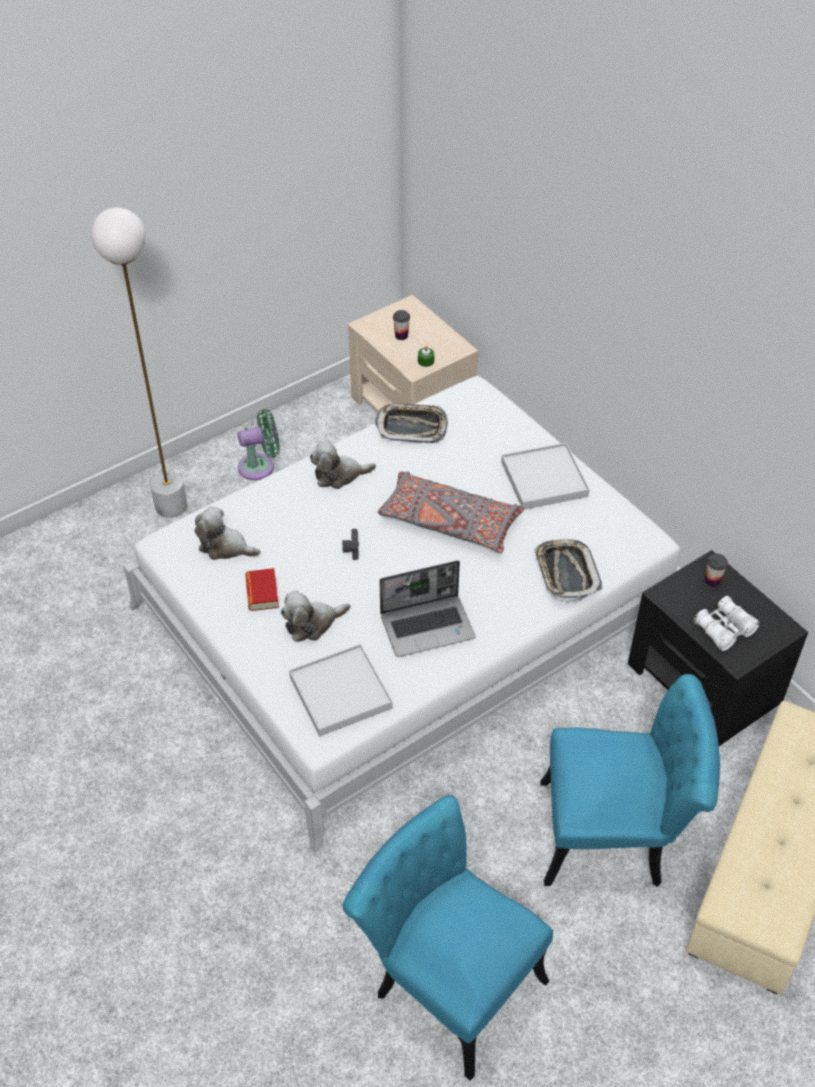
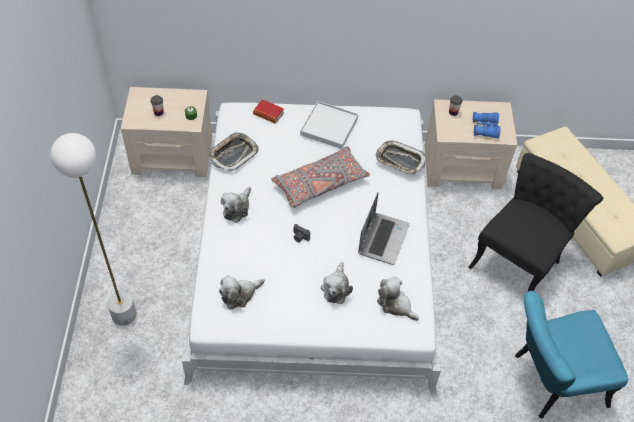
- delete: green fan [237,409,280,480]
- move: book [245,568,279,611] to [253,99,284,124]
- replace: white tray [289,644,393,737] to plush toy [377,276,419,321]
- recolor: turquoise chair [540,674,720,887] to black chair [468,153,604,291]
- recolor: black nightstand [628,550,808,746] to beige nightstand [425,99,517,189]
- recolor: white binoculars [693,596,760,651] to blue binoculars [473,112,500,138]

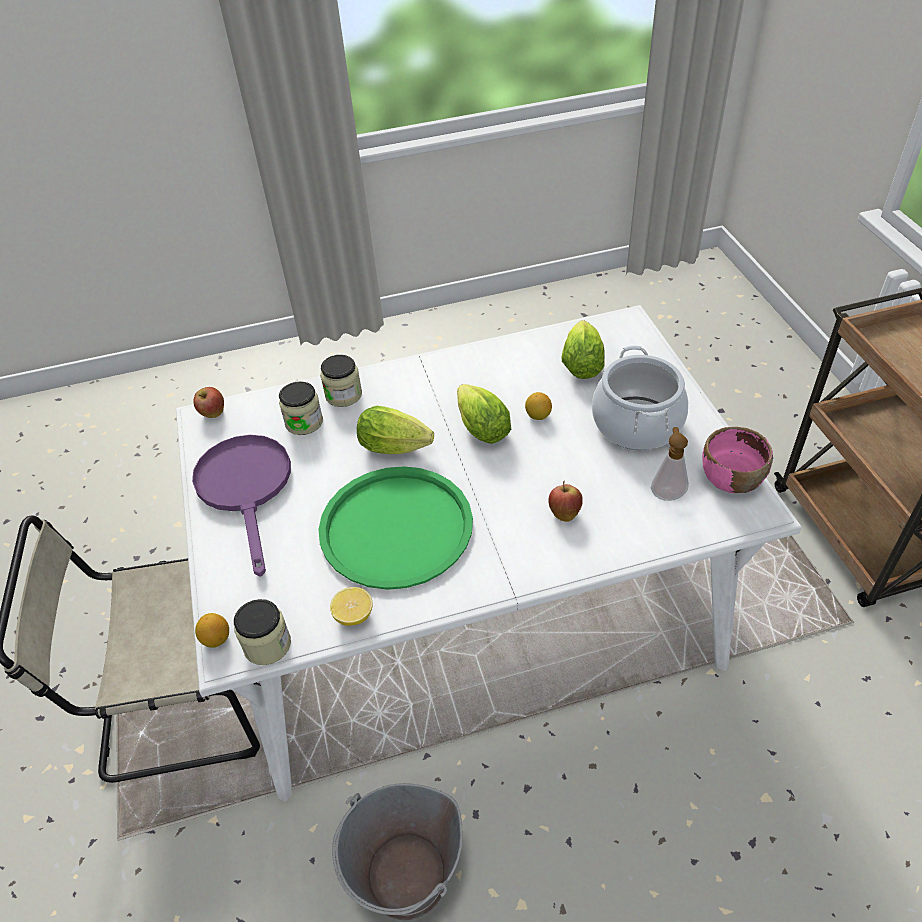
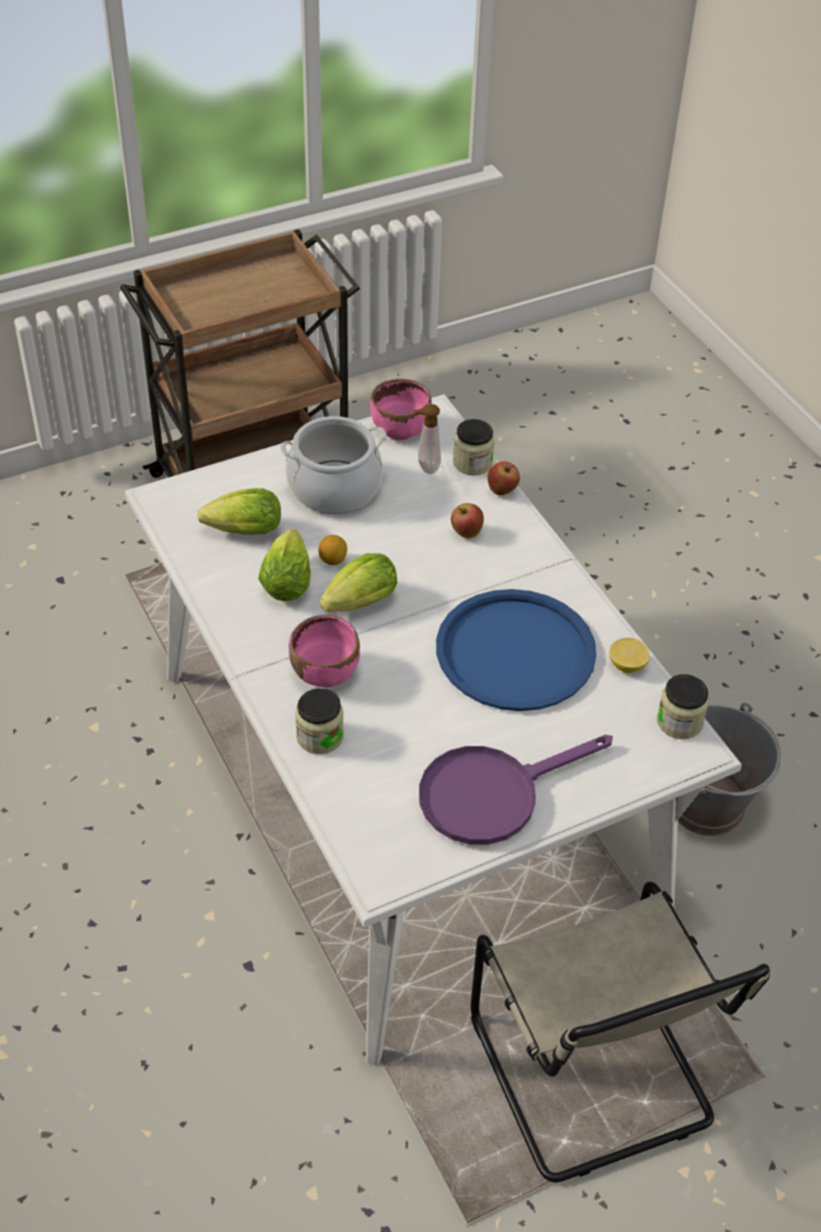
- move: apple [193,387,224,418] to [487,461,520,496]
- delete: lemon [195,613,229,648]
- move: jar [279,381,323,435] to [453,419,495,476]
- recolor: green tray [318,466,473,590] to blue tray [436,589,597,711]
- move: lettuce [357,406,434,454] to [258,529,311,601]
- insert: pink bowl [289,615,360,688]

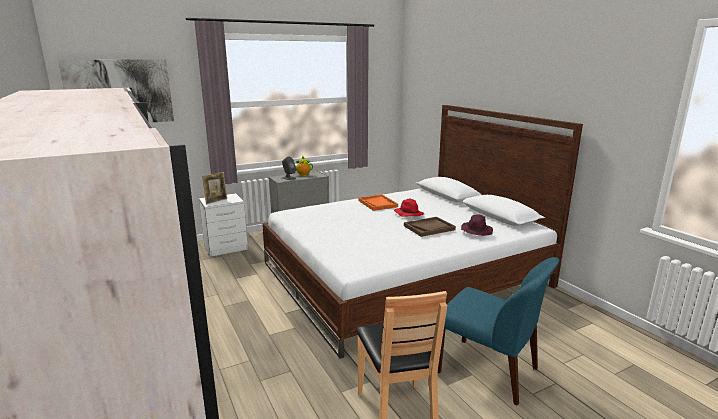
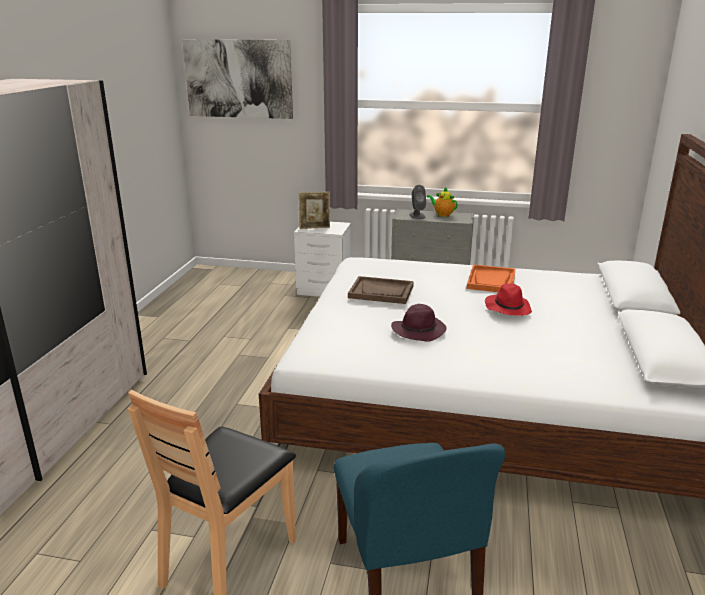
- move: brown tray [404,217,456,237] to [348,276,414,304]
- move: purple hat [461,214,493,236] to [391,304,447,342]

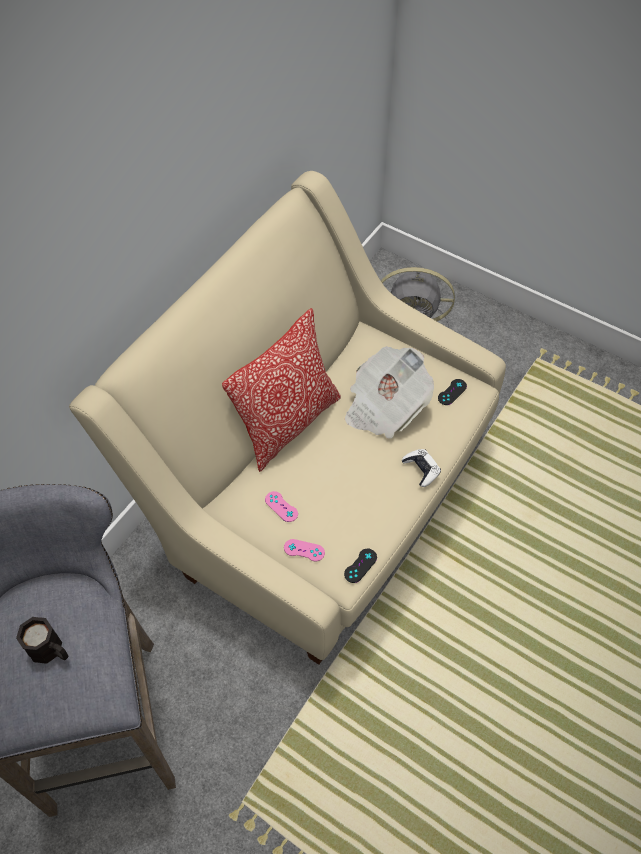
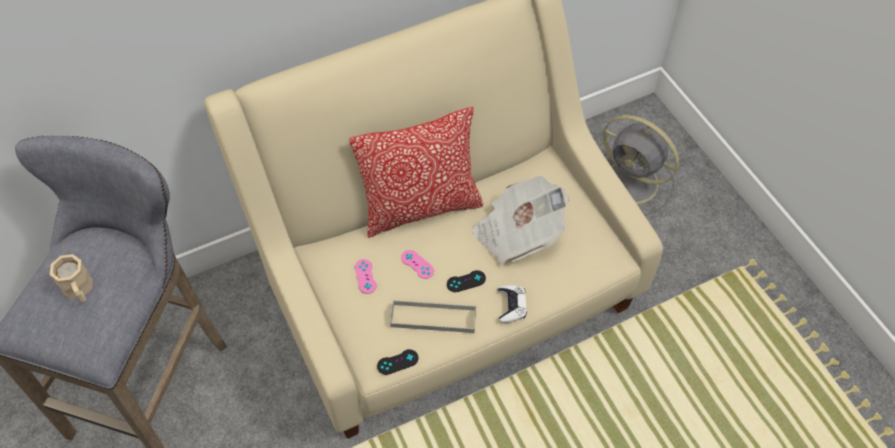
- recolor: black mug [16,617,68,664] to beige mug [50,254,93,303]
- move: pink game controller [284,539,325,561] to [401,250,434,279]
- move: black game controller [438,379,467,405] to [447,270,486,292]
- insert: grey tray [390,300,476,333]

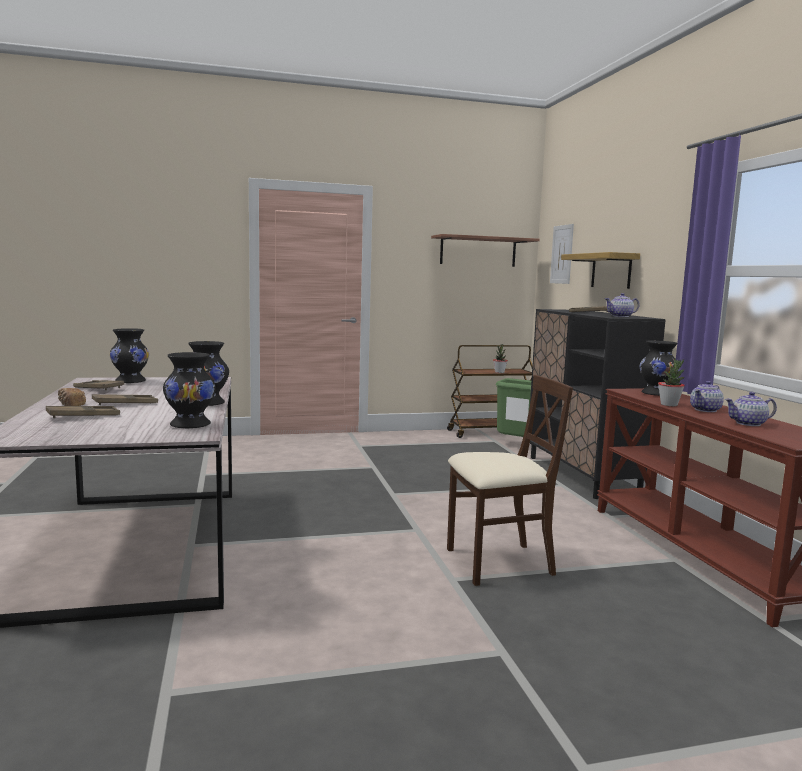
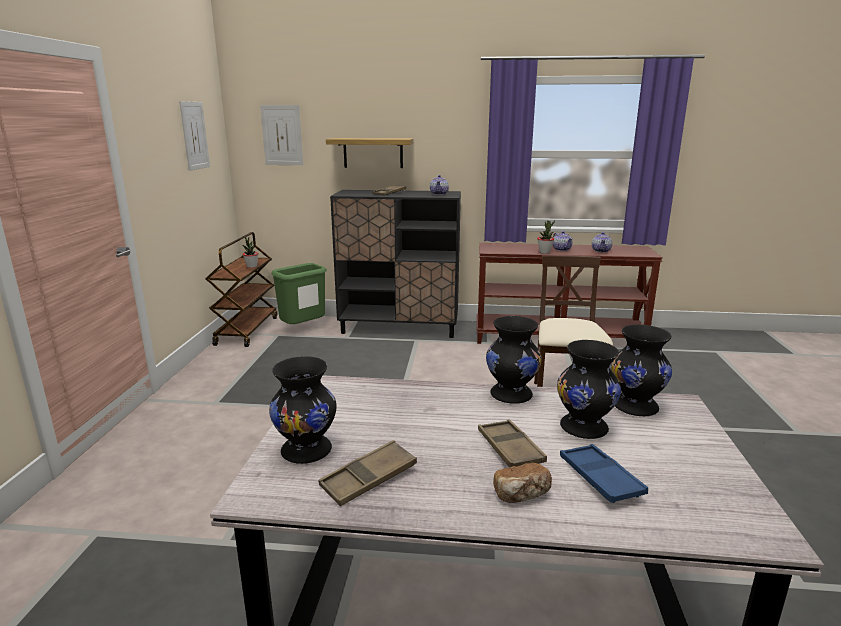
- recolor: brown tray [46,406,120,418] to blue tray [560,444,648,503]
- replace: shelf [431,234,540,267] to picture [179,101,210,171]
- move: black vase [640,340,679,396] to [557,340,621,439]

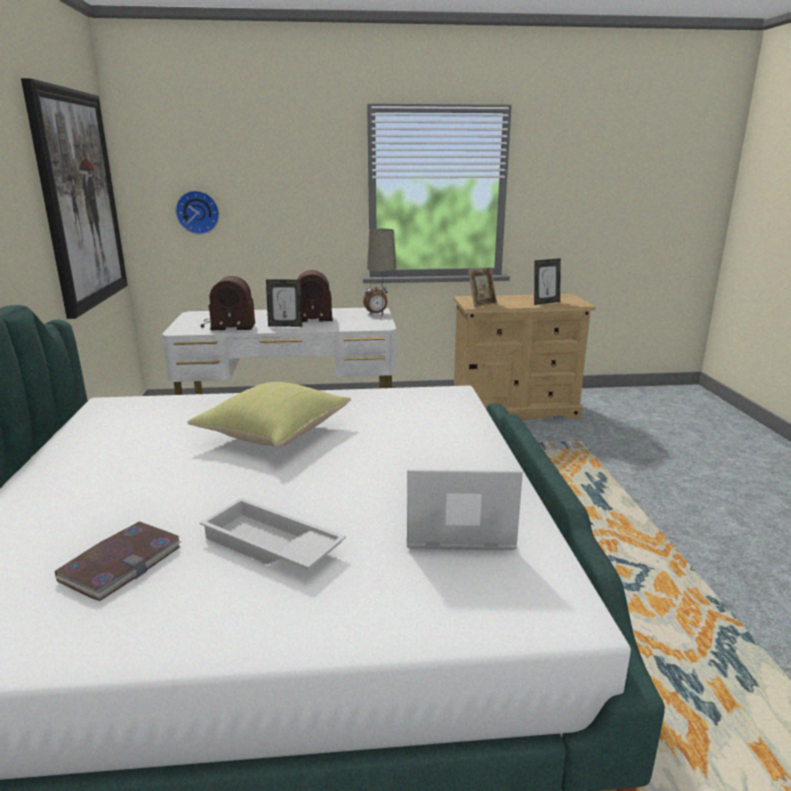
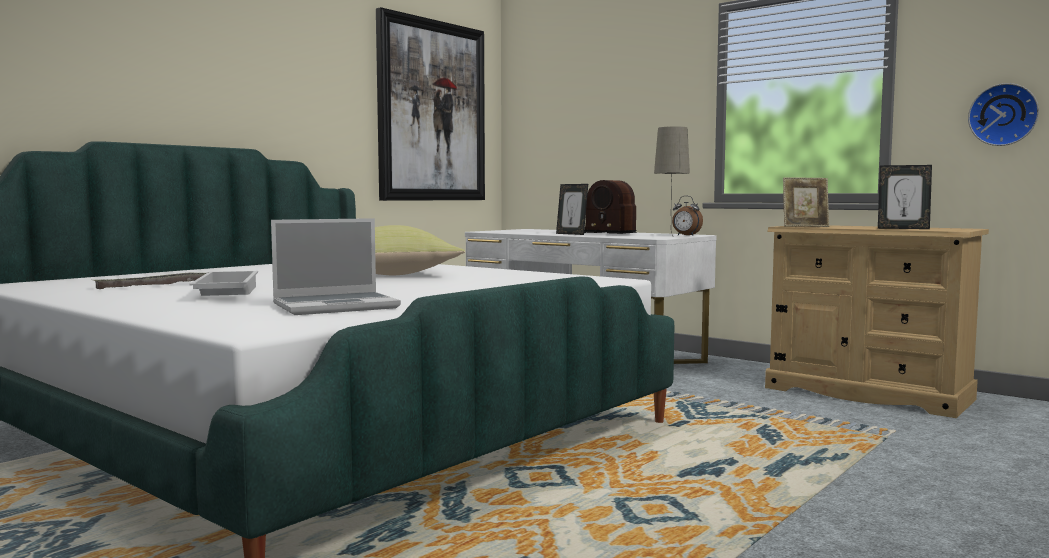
- replace: book [54,521,181,601] to tray [94,273,206,289]
- move: wall clock [176,190,219,235] to [968,83,1039,146]
- delete: radio [200,276,255,330]
- rotate: laptop [407,469,523,550] = [271,218,401,315] 105 degrees clockwise

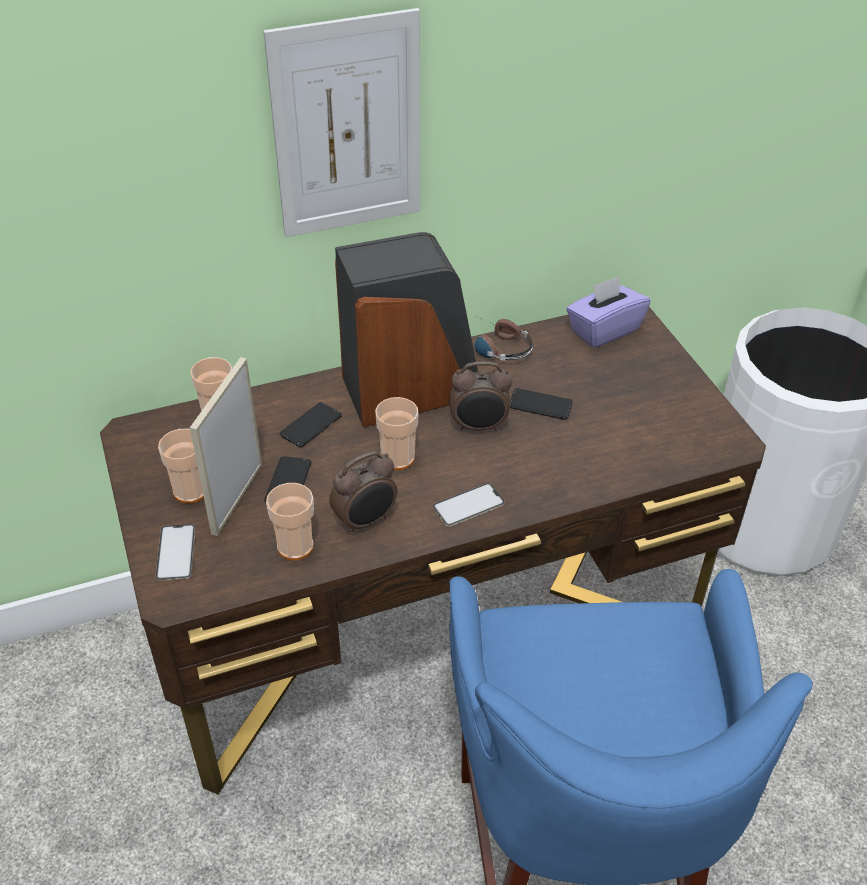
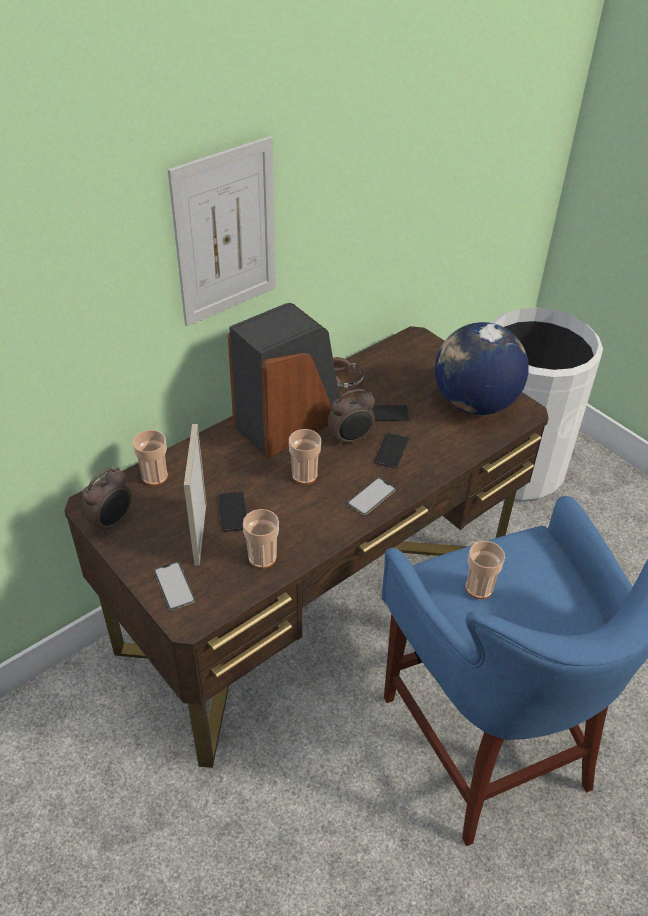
- move: cup [158,429,204,503] to [465,541,505,599]
- move: phone [280,402,342,447] to [374,433,409,468]
- move: alarm clock [329,451,397,535] to [81,467,132,535]
- delete: purple tissue box [566,276,650,348]
- insert: globe [435,322,529,415]

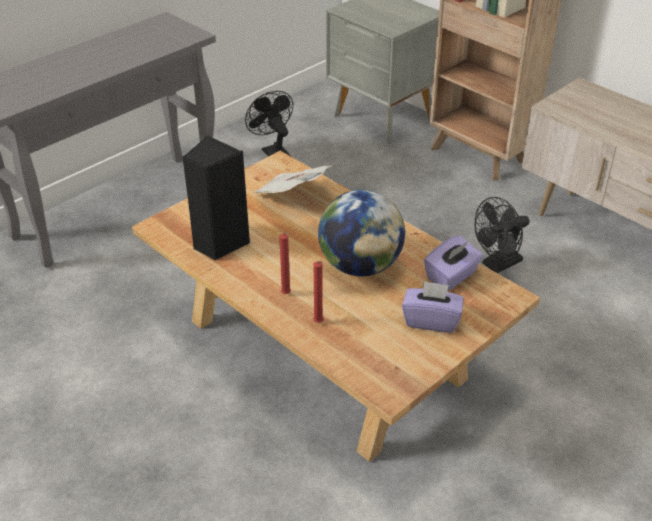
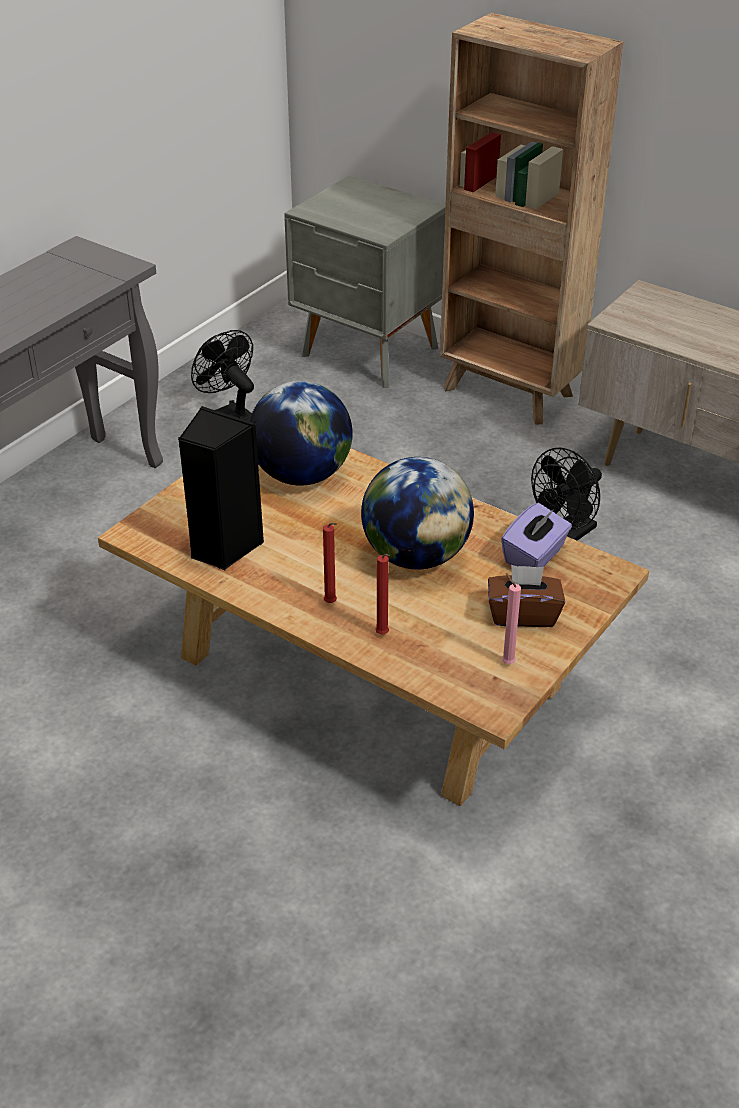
- replace: newspaper [252,166,332,193] to globe [249,381,353,486]
- recolor: purple tissue box [402,281,464,333] to brown tissue box [488,565,565,627]
- insert: pink candle [502,573,521,664]

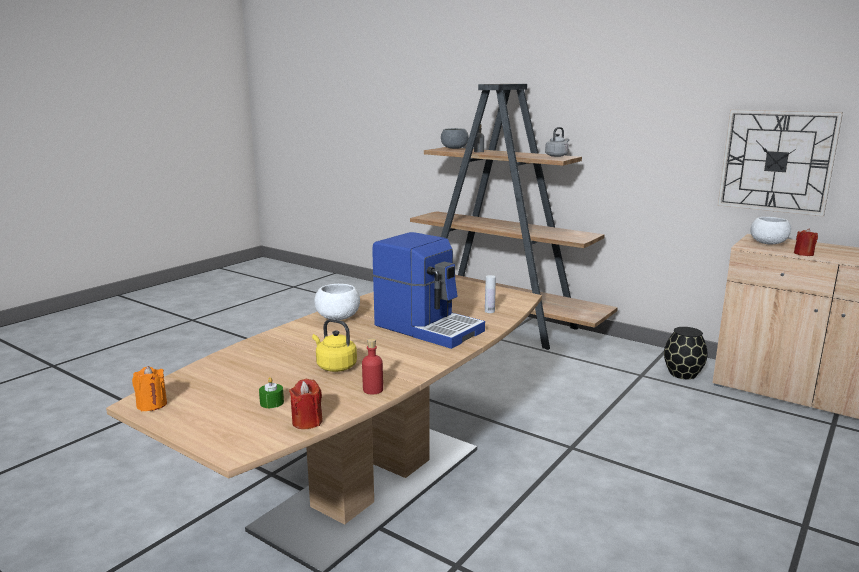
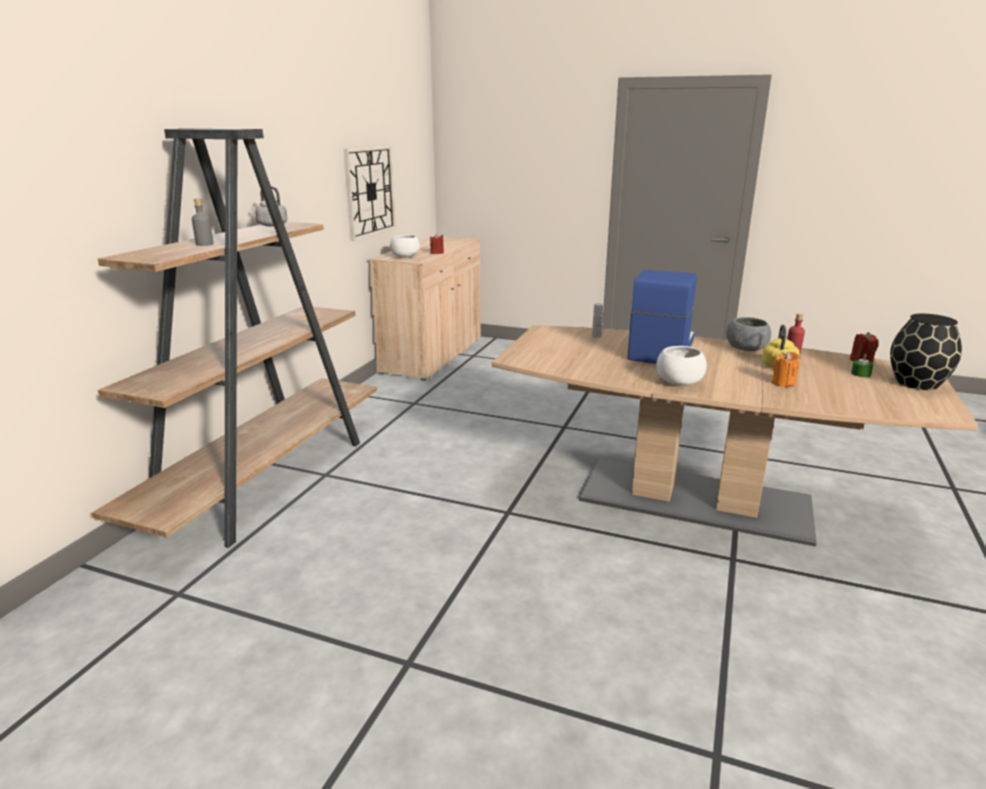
- move: orange candle [132,366,167,411] to [772,351,800,387]
- move: grey bowl [441,128,469,149] to [726,317,771,351]
- move: black vase [664,327,708,379] to [890,314,962,390]

